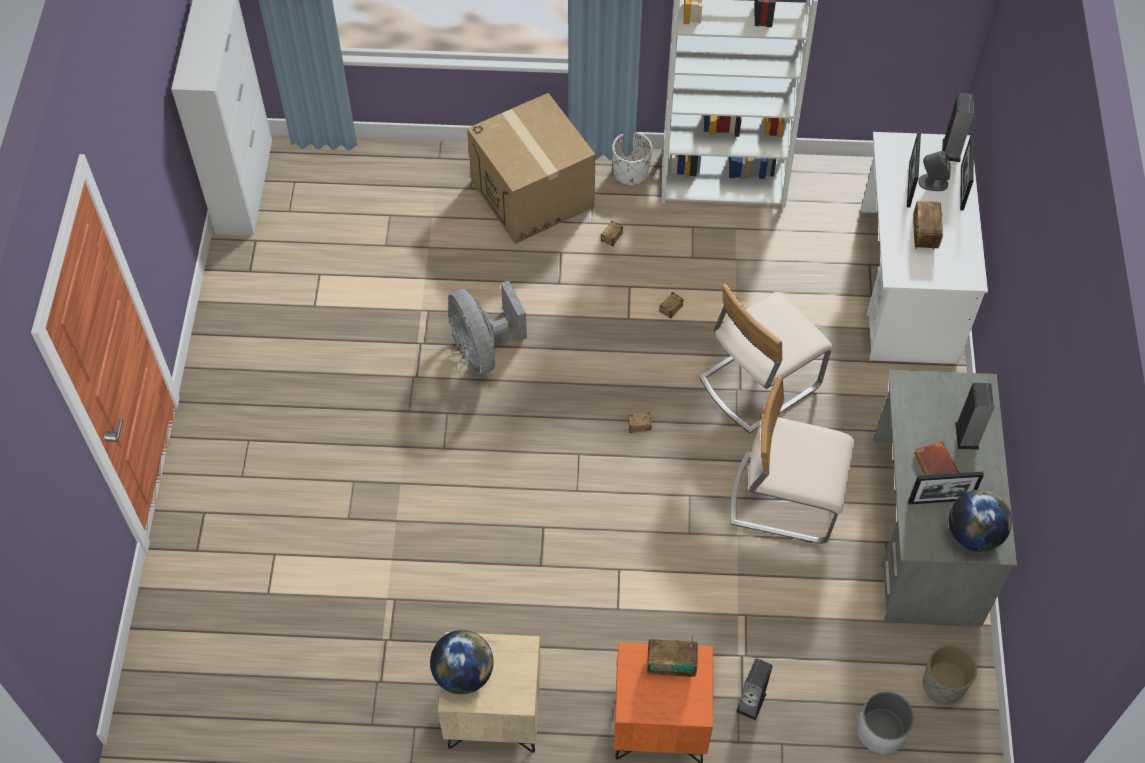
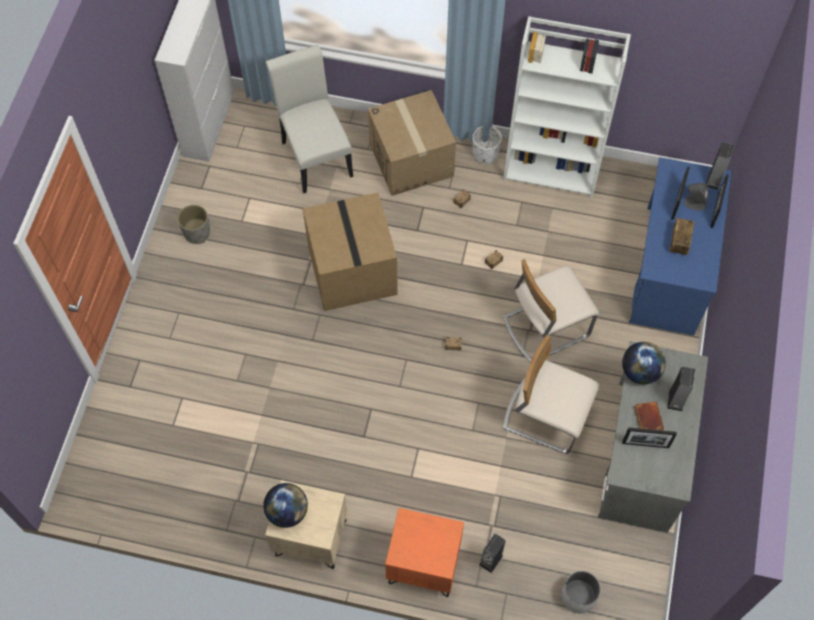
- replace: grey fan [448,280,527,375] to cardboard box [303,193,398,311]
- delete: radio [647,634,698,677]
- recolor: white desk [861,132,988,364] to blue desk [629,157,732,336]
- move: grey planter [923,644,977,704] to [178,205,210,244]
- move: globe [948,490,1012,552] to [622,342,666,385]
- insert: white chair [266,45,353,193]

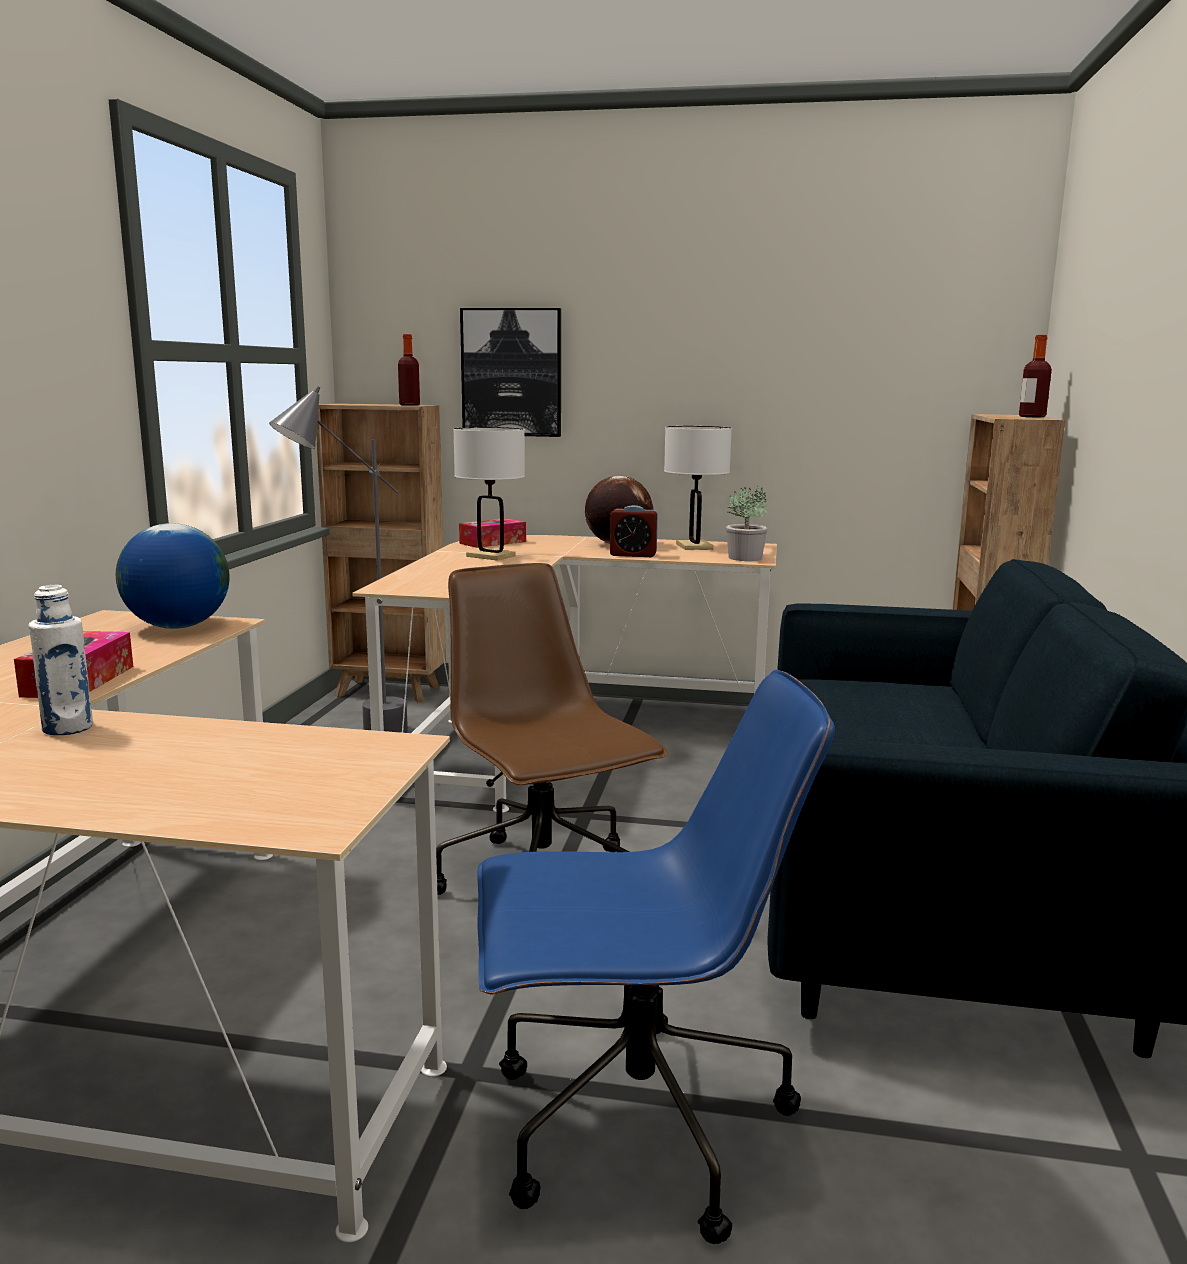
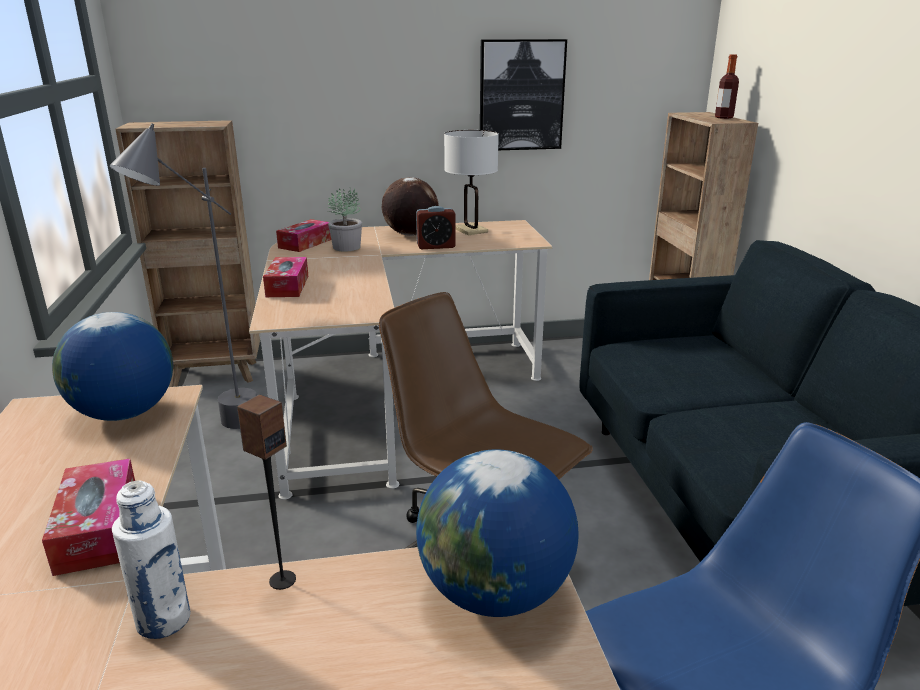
- delete: bottle [398,334,420,406]
- delete: white table lamp [453,427,525,561]
- move: picture [460,308,561,437] to [480,39,567,150]
- move: potted plant [726,485,767,561] to [328,188,362,251]
- insert: speaker [237,395,296,590]
- insert: tissue box [263,257,308,297]
- insert: globe [416,449,578,617]

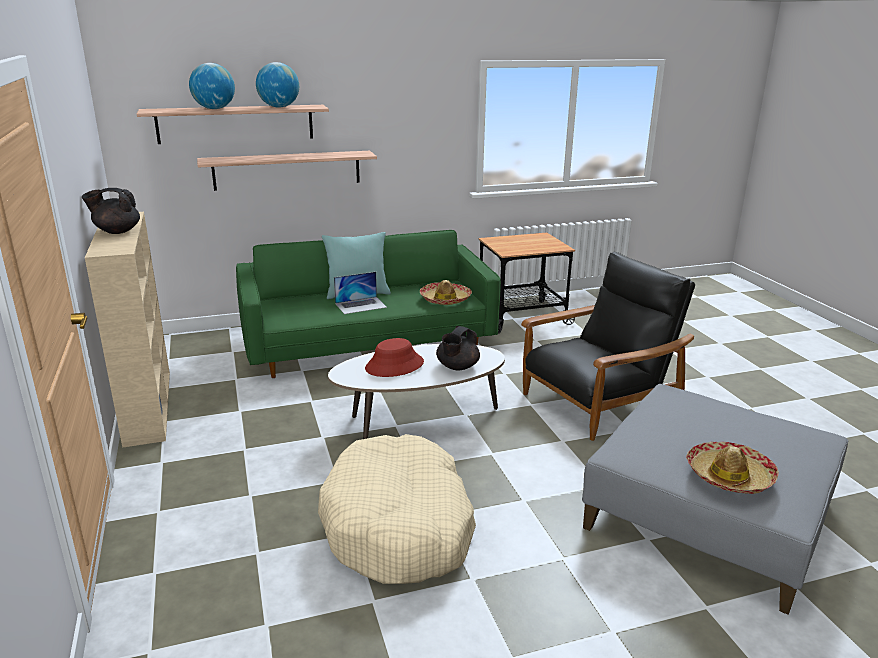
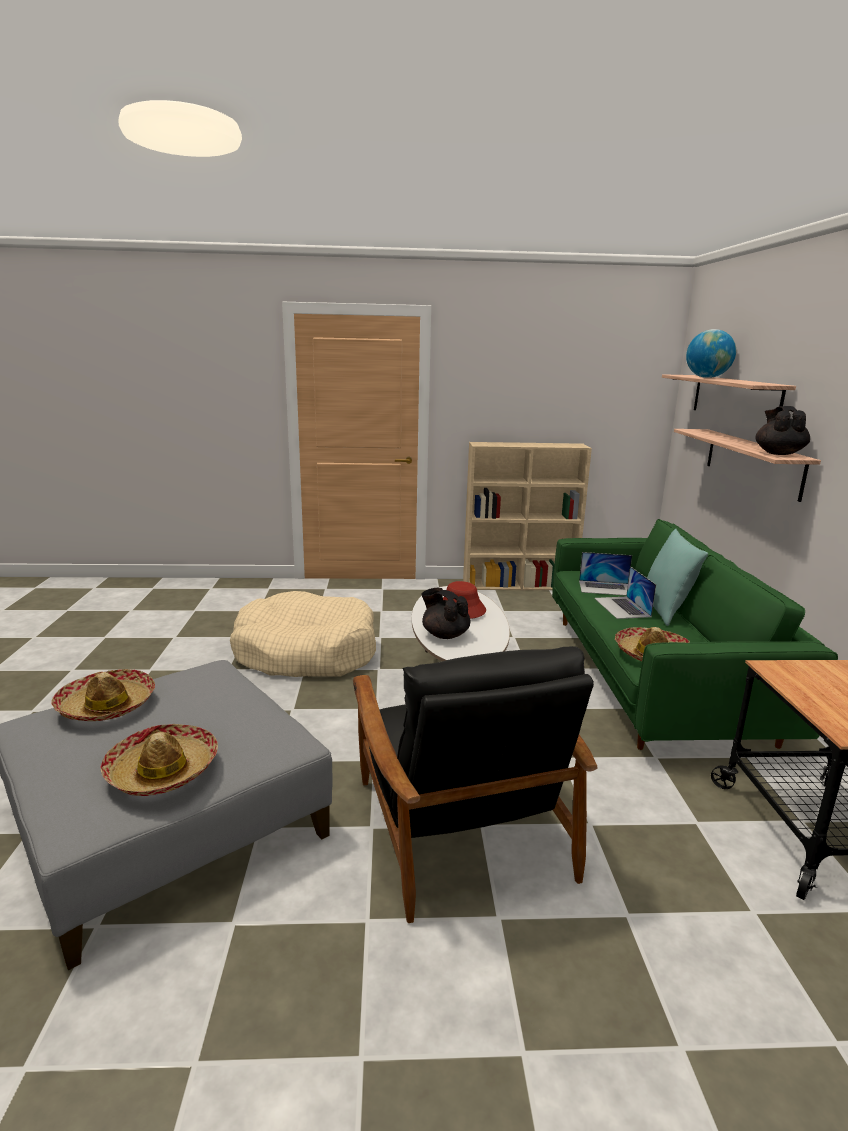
- move: black teapot [82,188,140,234] to [755,406,810,455]
- delete: globe [256,62,299,108]
- insert: hat [101,724,218,796]
- insert: laptop [579,552,632,596]

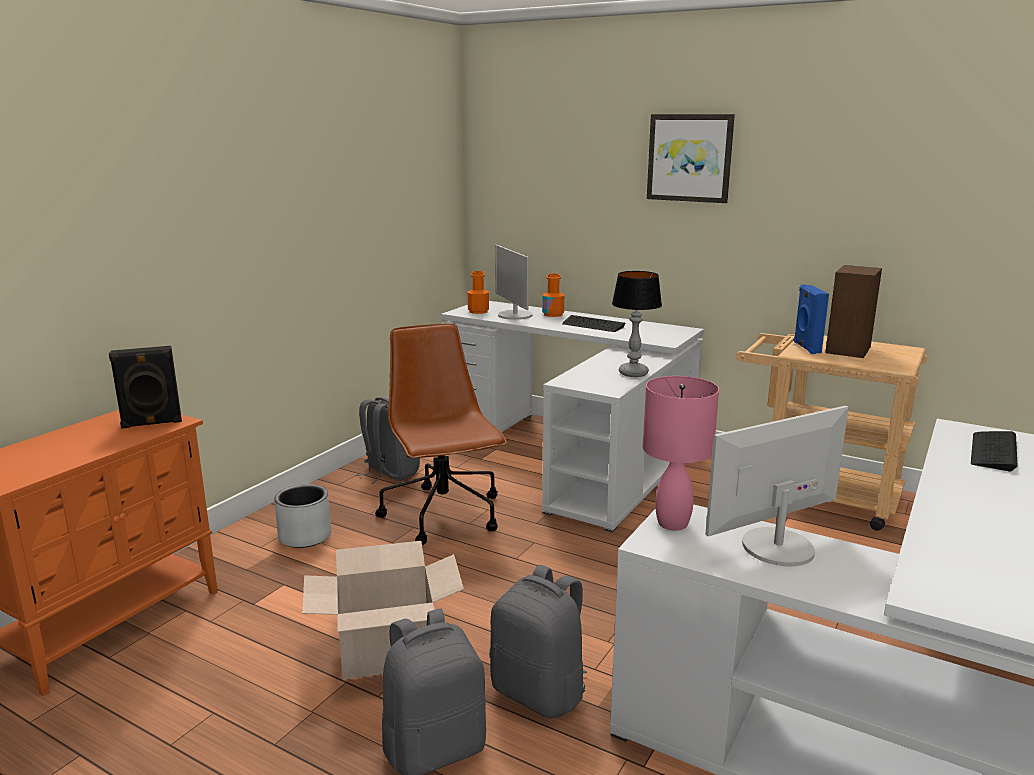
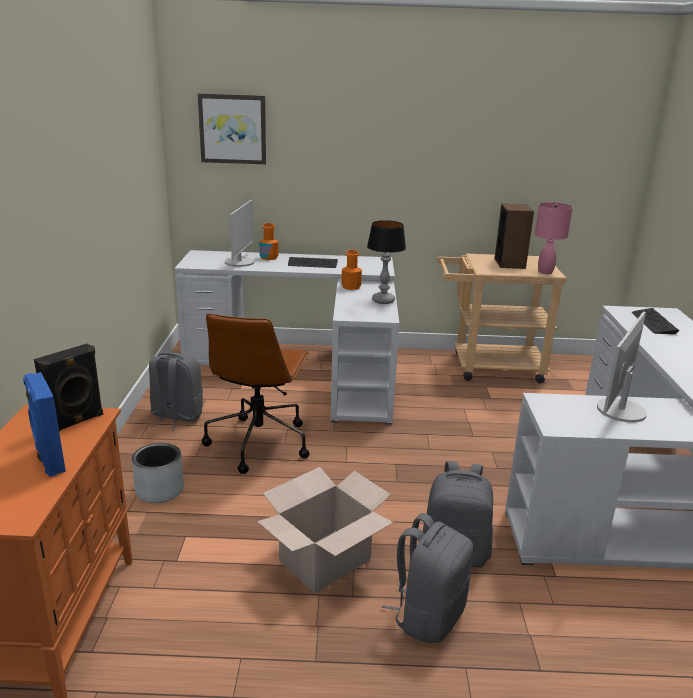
- rotate: brown office chair [375,323,507,545] = [202,314,310,474] 120 degrees counterclockwise
- move: orange bottle [468,271,489,314] to [341,250,362,290]
- rotate: monitor [495,245,533,320] = [225,200,254,267] 120 degrees counterclockwise
- move: pink table lamp [643,376,719,530] to [535,202,573,274]
- move: picture [647,114,735,203] to [198,93,266,164]
- move: blue speaker [794,284,829,354] to [23,372,66,477]

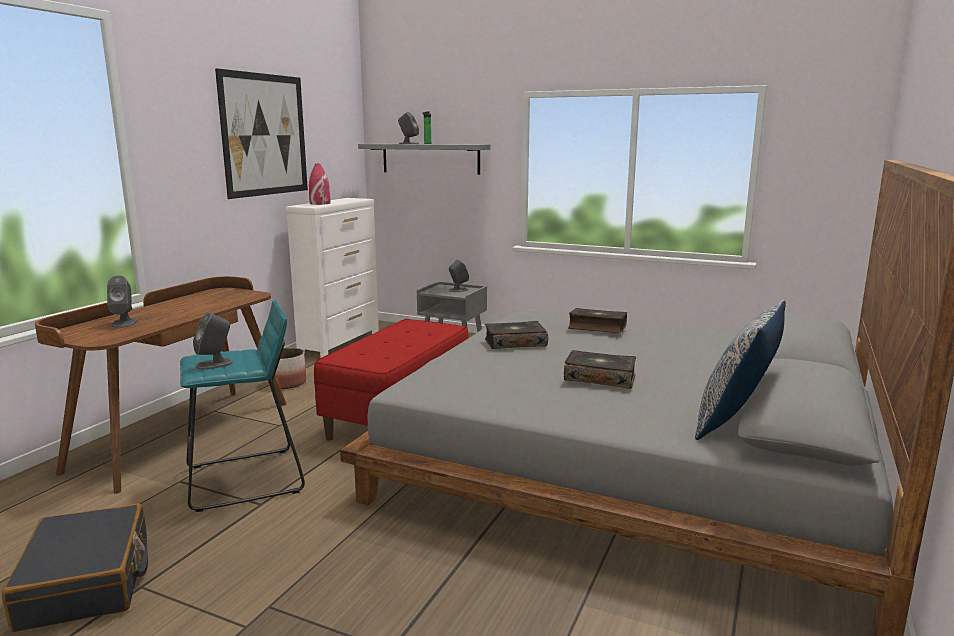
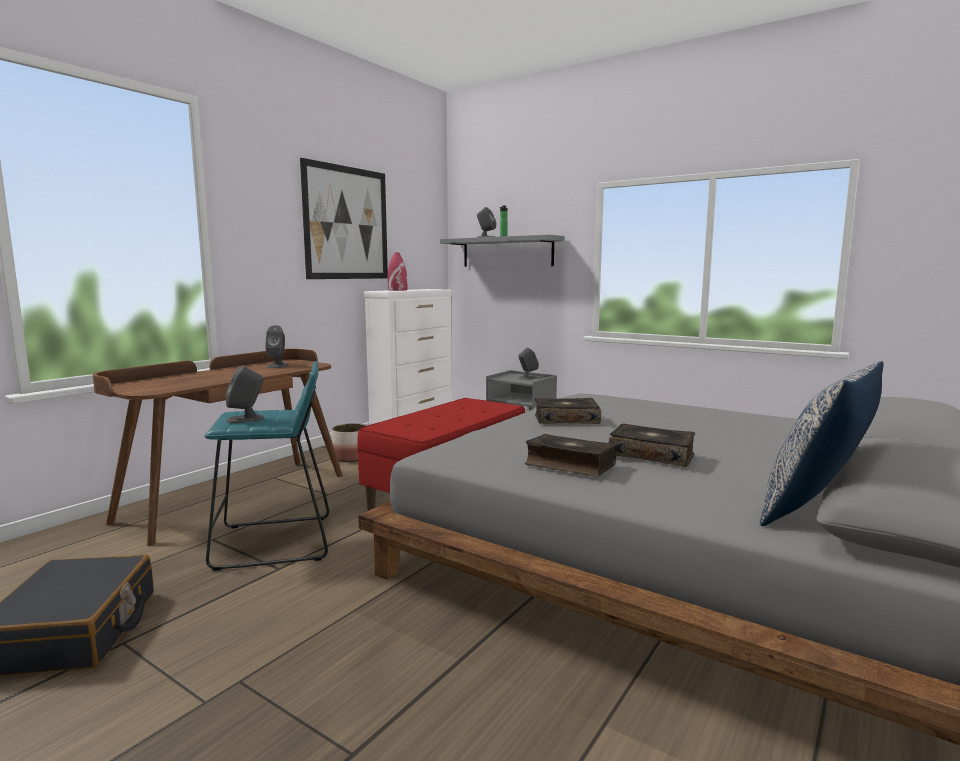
- move: grey speaker [107,275,138,328] to [265,325,288,368]
- move: book [568,308,627,333] to [525,434,617,477]

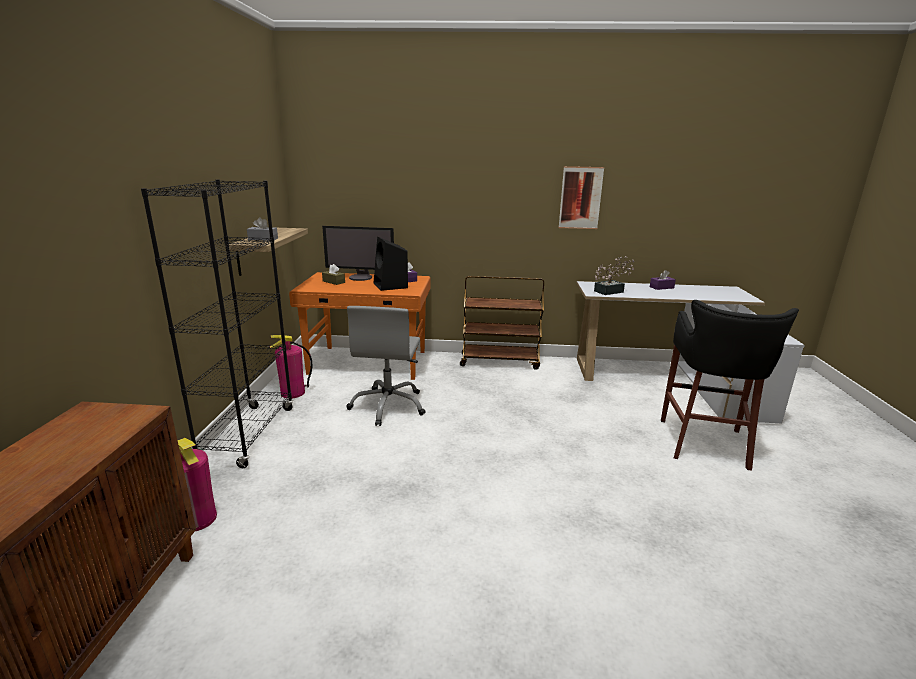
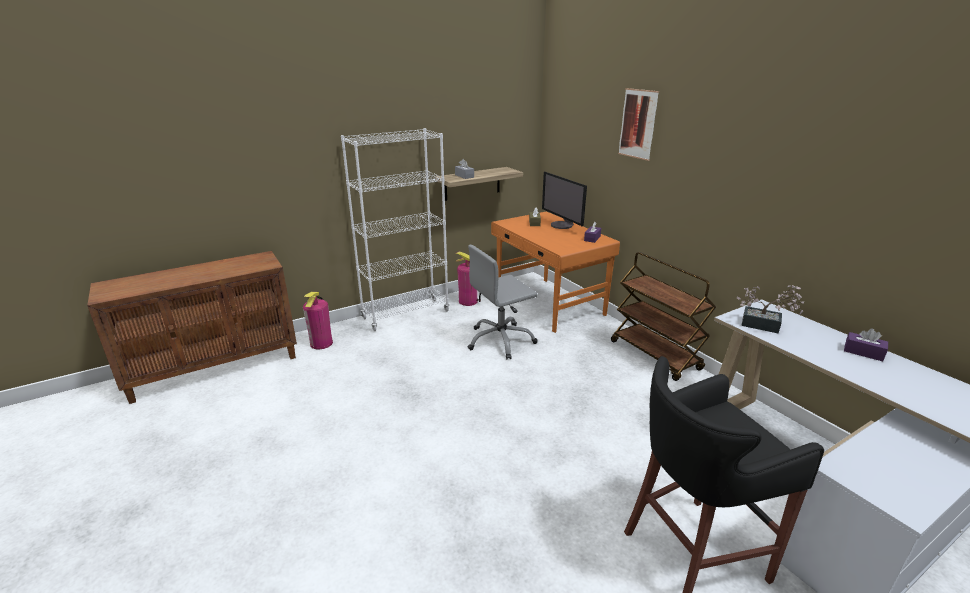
- recolor: black bookcase [141,179,293,468] to white bookcase [341,128,449,331]
- delete: black speaker [373,237,408,291]
- move: picture [559,166,604,229] to [618,88,659,161]

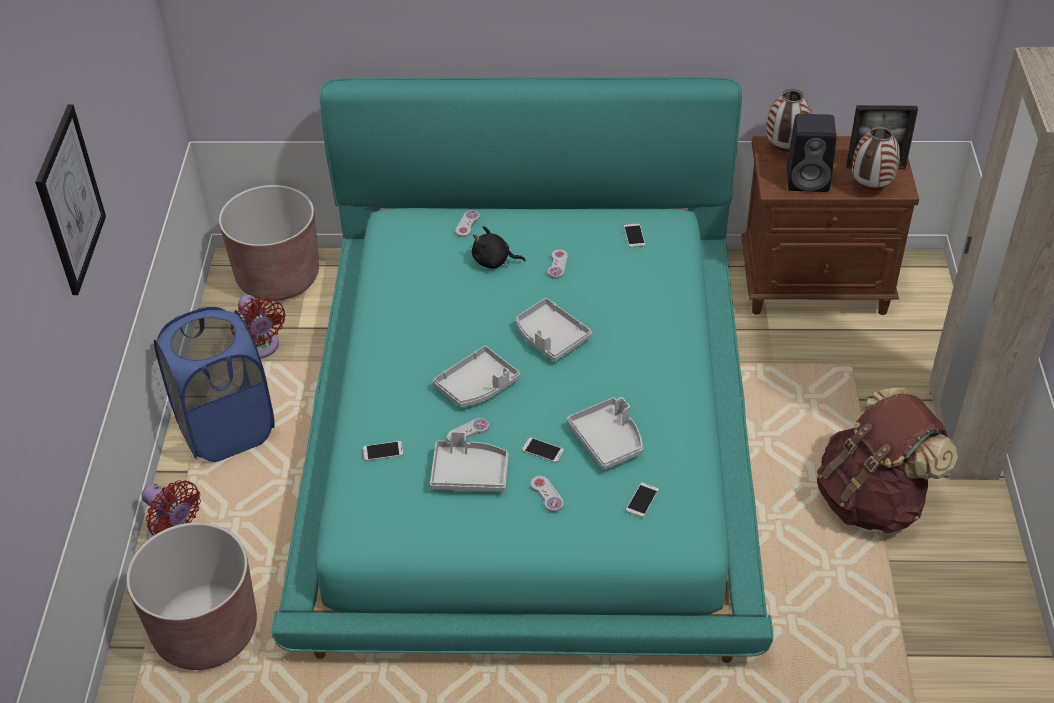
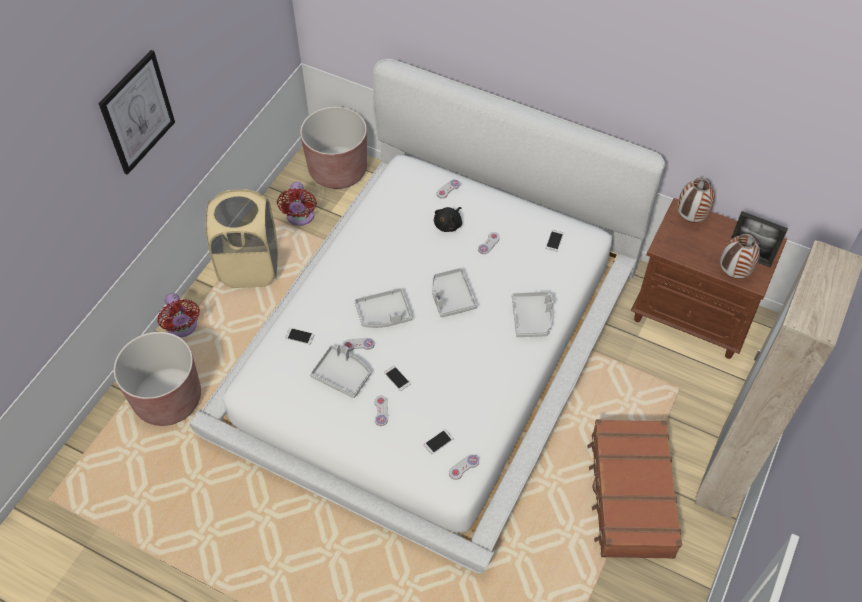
- recolor: blue laundry basket [154,307,274,462] to beige laundry basket [206,189,278,288]
- recolor: turquoise bed [272,77,773,663] to white bed [189,59,665,573]
- rotate: black plush toy [472,226,526,269] = [434,207,462,232] 90 degrees counterclockwise
- move: grey tray [567,397,643,470] to [512,292,553,337]
- delete: black speaker [787,114,836,192]
- replace: brown backpack [817,388,958,534] to brown suitcase [587,419,682,559]
- insert: white game controller [449,454,479,480]

